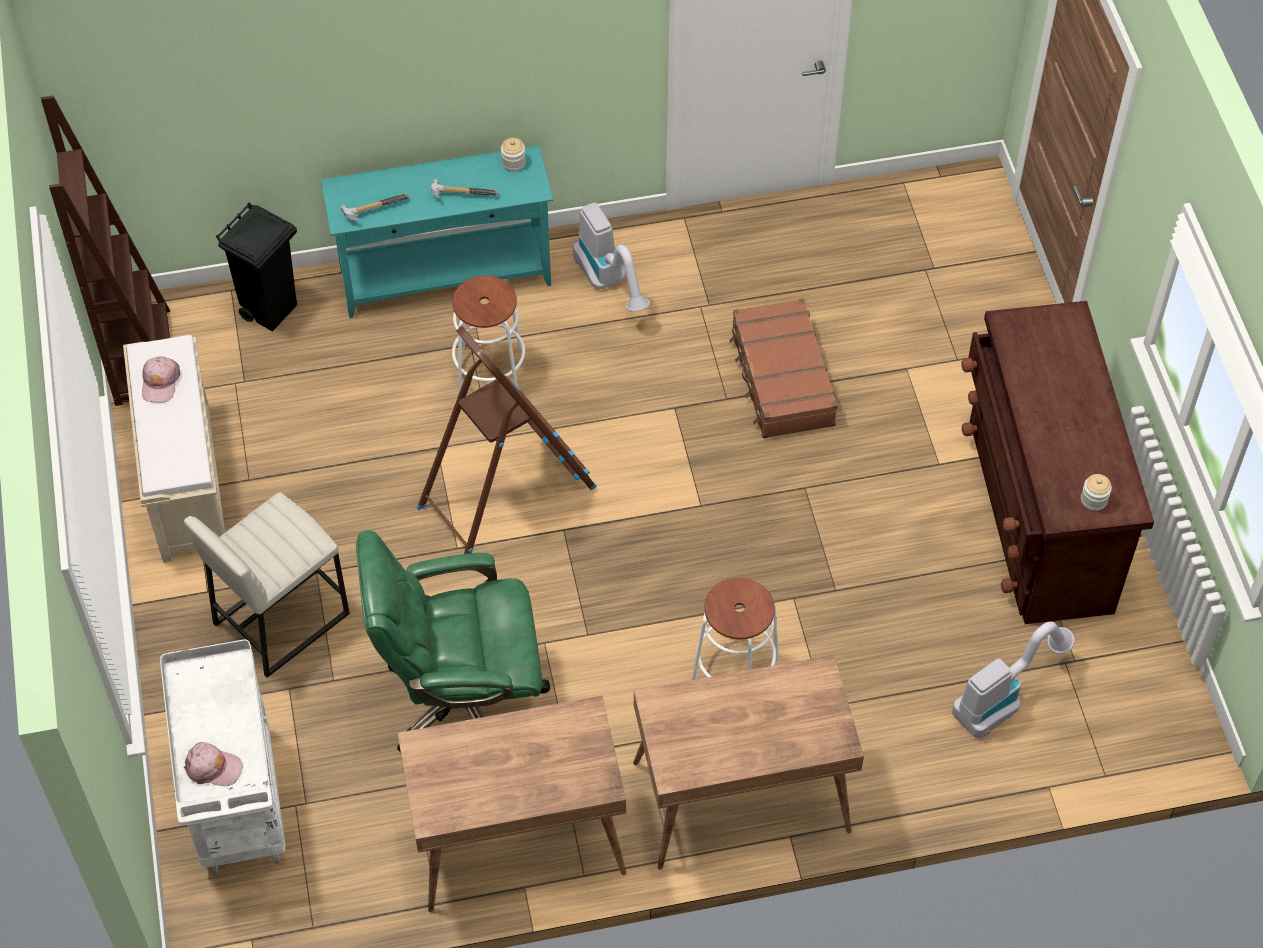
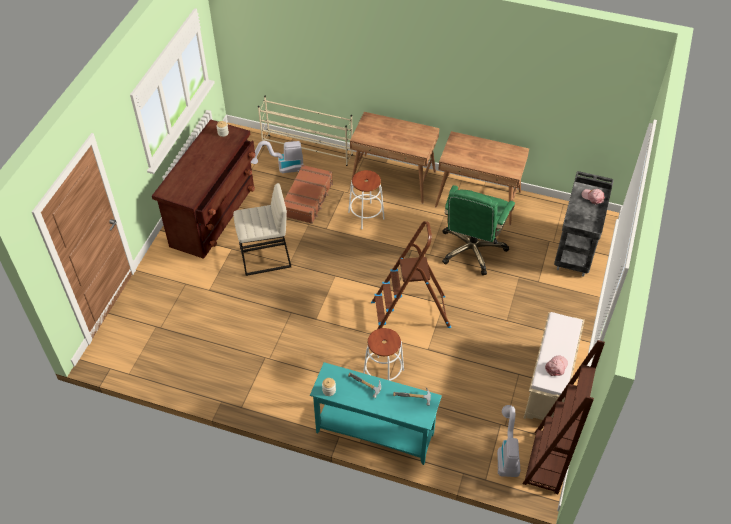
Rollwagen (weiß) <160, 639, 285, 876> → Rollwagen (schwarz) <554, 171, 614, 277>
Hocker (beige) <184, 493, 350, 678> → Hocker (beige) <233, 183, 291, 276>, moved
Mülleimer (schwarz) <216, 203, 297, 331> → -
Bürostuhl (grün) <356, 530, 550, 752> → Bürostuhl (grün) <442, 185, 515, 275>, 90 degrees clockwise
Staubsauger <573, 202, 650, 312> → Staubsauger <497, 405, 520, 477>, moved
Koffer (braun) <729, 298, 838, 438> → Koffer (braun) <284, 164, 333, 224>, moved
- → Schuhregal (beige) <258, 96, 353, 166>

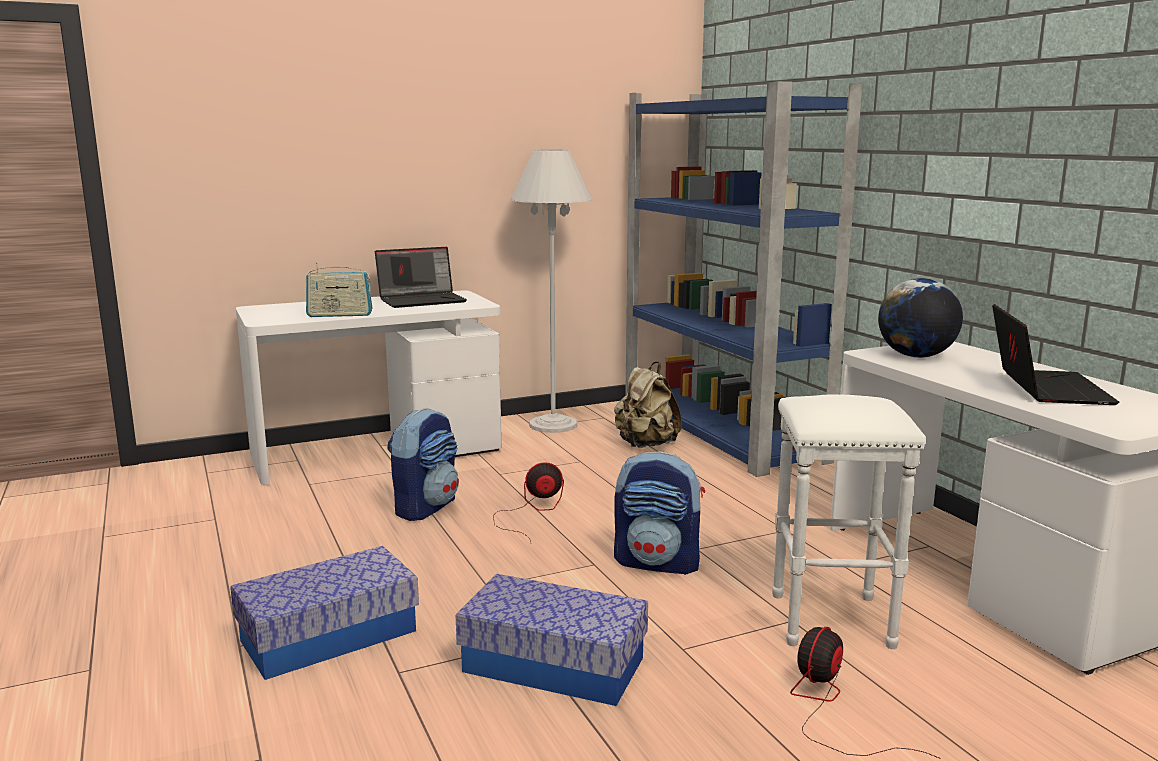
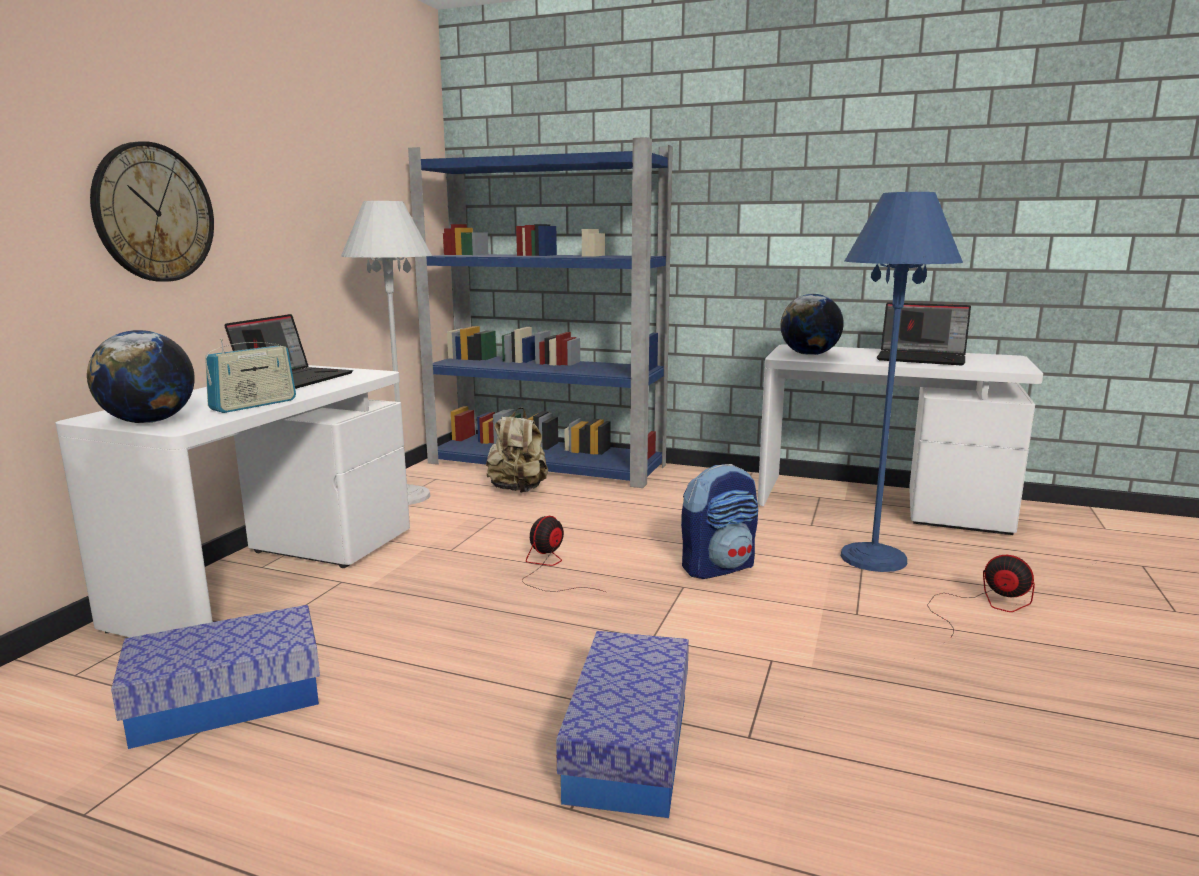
Rucksack <387, 408, 459, 521> → -
Aufbewahrungsbox <456, 574, 648, 706> → Aufbewahrungsbox <111, 605, 320, 749>, moved
Hocker (weiß) <772, 394, 926, 649> → Stehlampe (blau) <841, 192, 963, 572>
Ventilator <790, 627, 941, 759> → Ventilator <927, 555, 1035, 637>, 135 degrees clockwise
Laptop <992, 304, 1119, 405> → Laptop <877, 302, 971, 365>, 150 degrees clockwise
- → Globus <87, 330, 195, 423>
- → Wanduhr <90, 141, 214, 282>

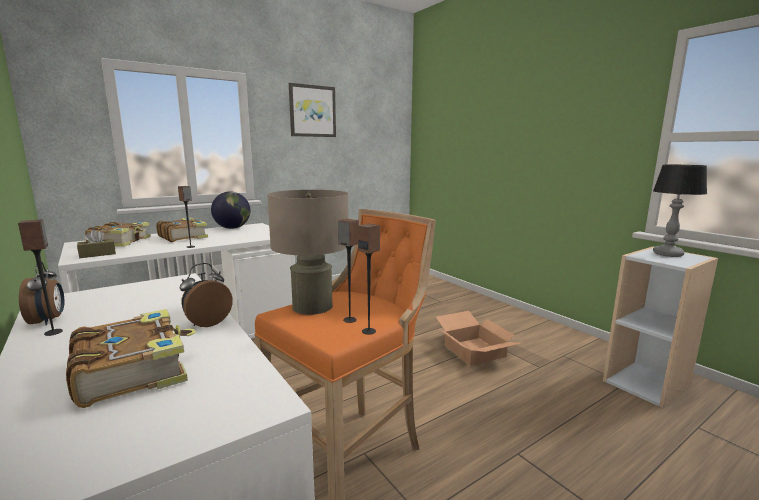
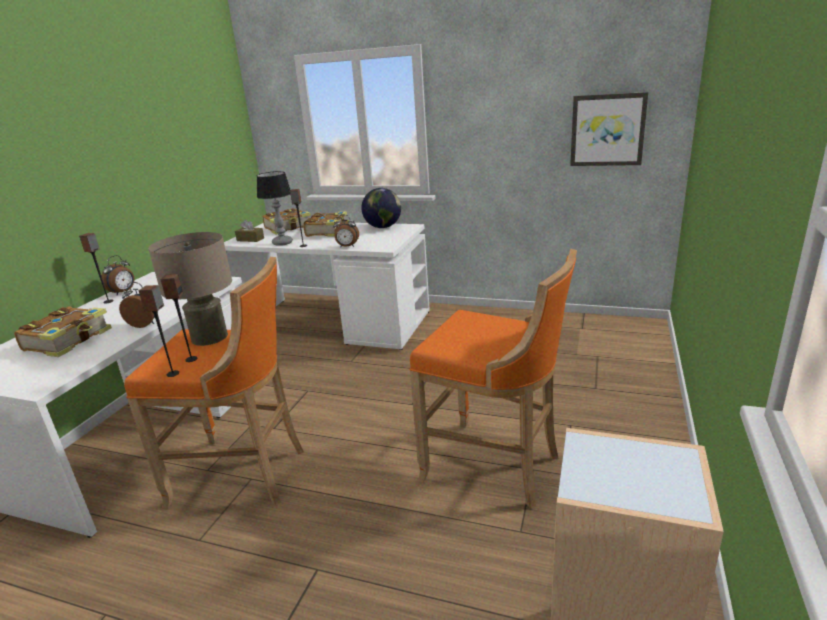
Bild <289, 83, 336, 137> → Bild <570, 92, 648, 166>, moved
Karton <436, 311, 521, 366> → Hocker (orange) <409, 249, 577, 509>
Tischlampe <653, 165, 707, 257> → Tischlampe <256, 171, 293, 246>, moved
- → Wecker <333, 215, 359, 247>

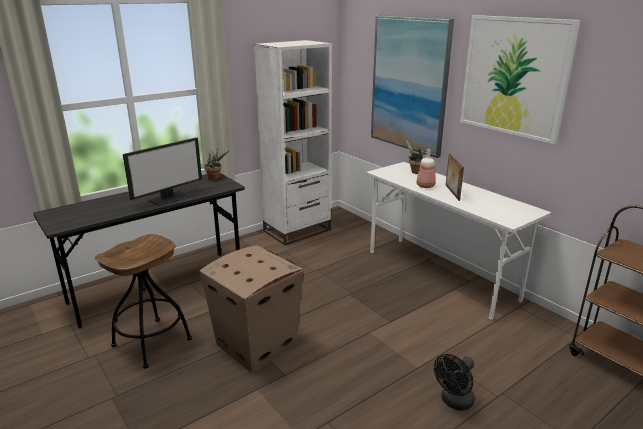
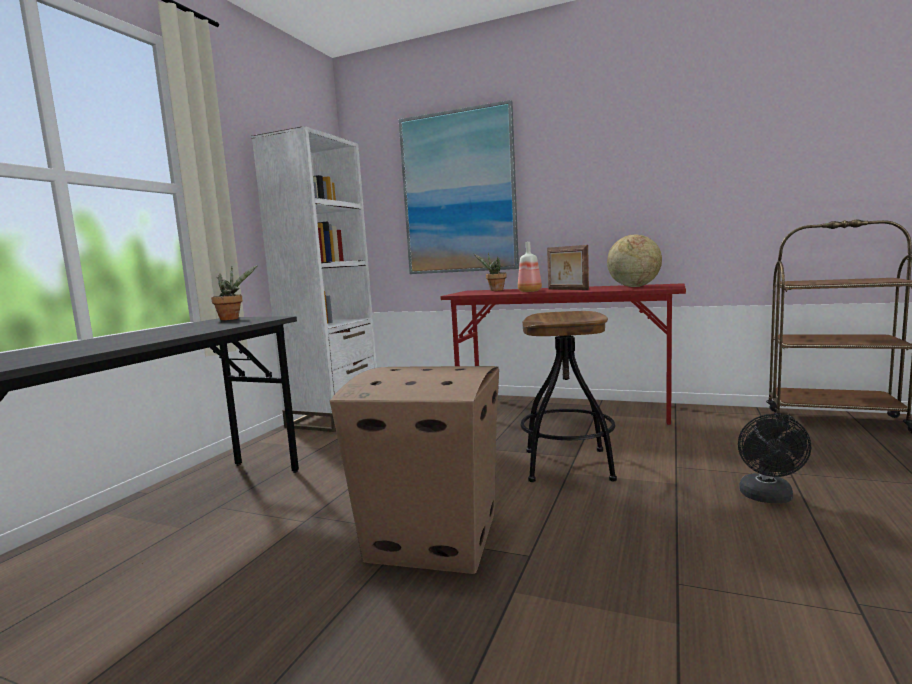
Hocker (braun) <95, 234, 192, 369> → Hocker (braun) <521, 311, 617, 482>, moved
Monitor <123, 137, 202, 206> → -
Schreibtisch (weiß) <366, 162, 551, 320> → Schreibtisch (rot) <440, 283, 686, 425>
Bild <460, 15, 580, 144> → -
- → Globus <607, 235, 662, 287>

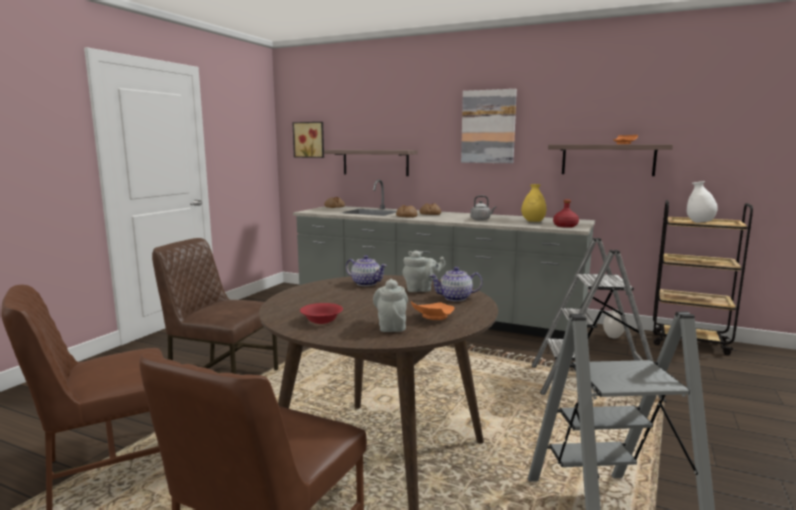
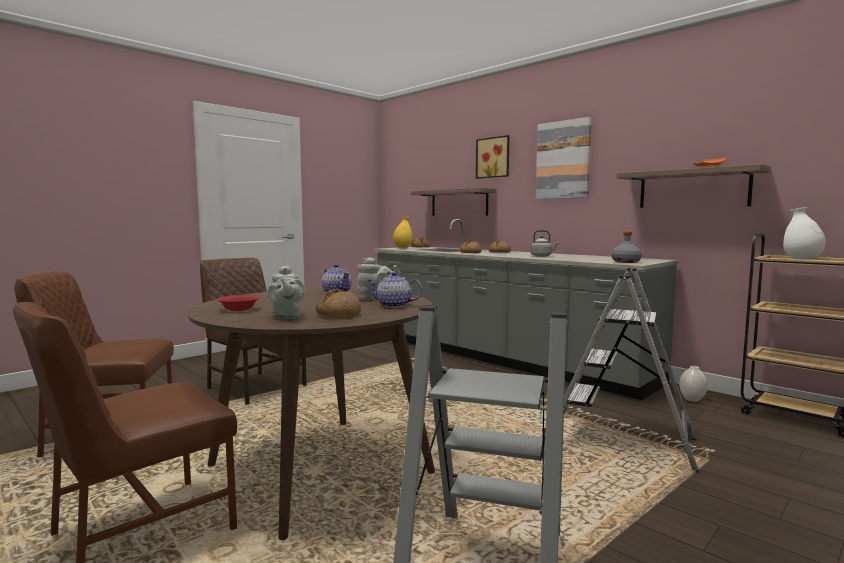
Bild <292, 122, 324, 158> → Bild <476, 135, 510, 179>, moved
Teekanne (grau) <373, 279, 408, 332> → Teekanne (grau) <267, 265, 305, 319>, 150 degrees clockwise
Teller (orange) <411, 301, 455, 320> → Brot <316, 289, 361, 318>
Vase (gelb) <521, 184, 546, 222> → Vase (gelb) <393, 217, 413, 248>, moved
Flasche (rot) <553, 199, 579, 228> → Flasche (grau) <612, 232, 642, 263>

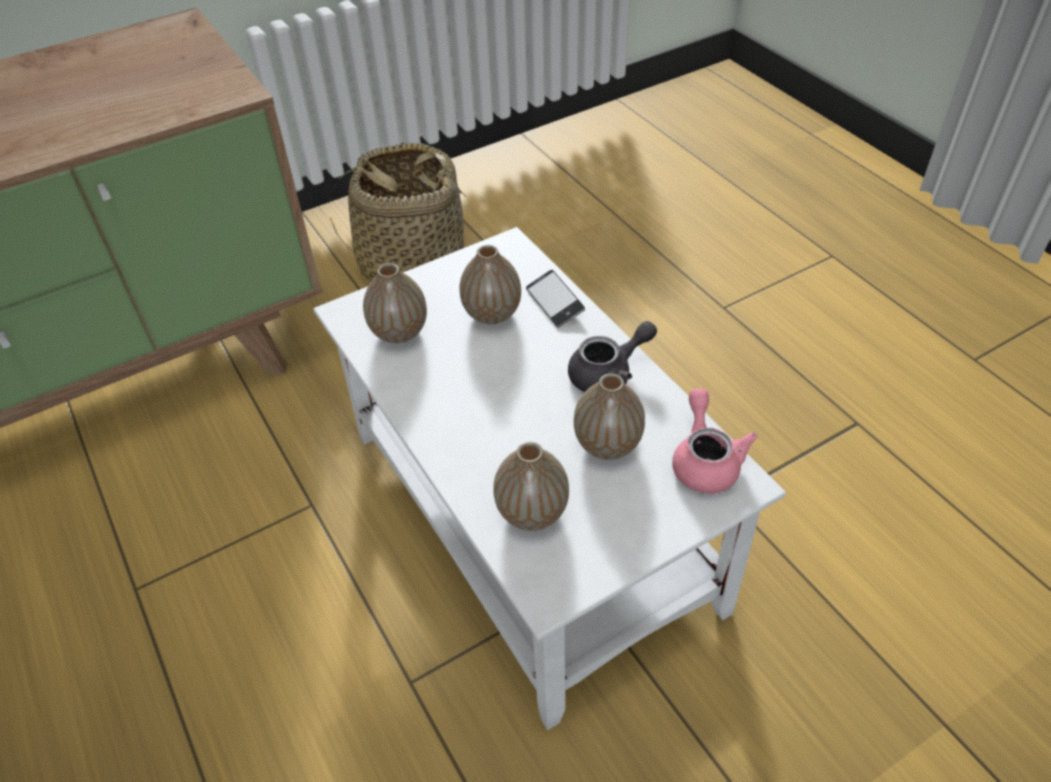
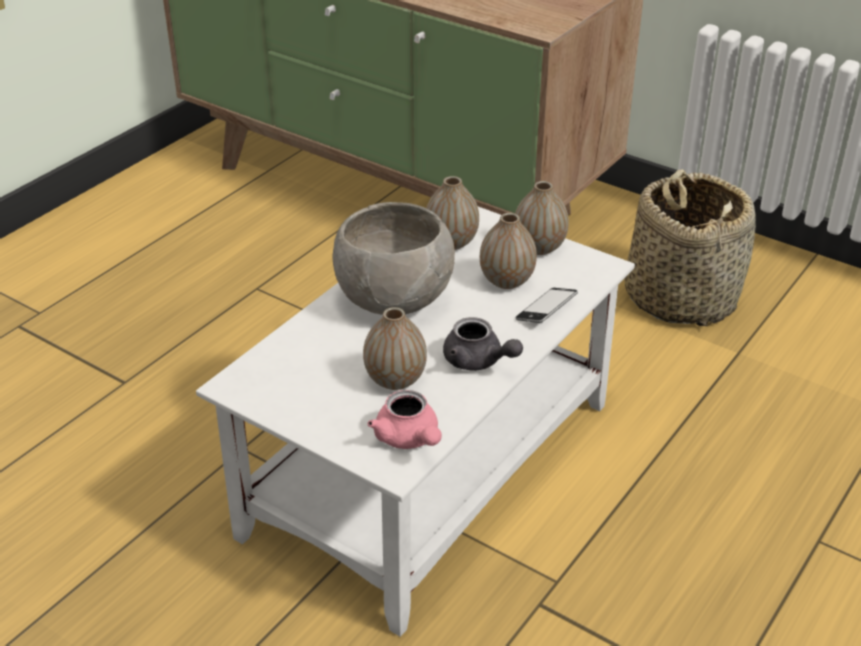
Vase <493, 442, 569, 531> → Vase <515, 181, 569, 255>, moved
Teekanne (rosa) <672, 388, 758, 494> → Teekanne (rosa) <368, 390, 442, 449>, 90 degrees clockwise
- → Schüssel (grau) <332, 202, 455, 315>

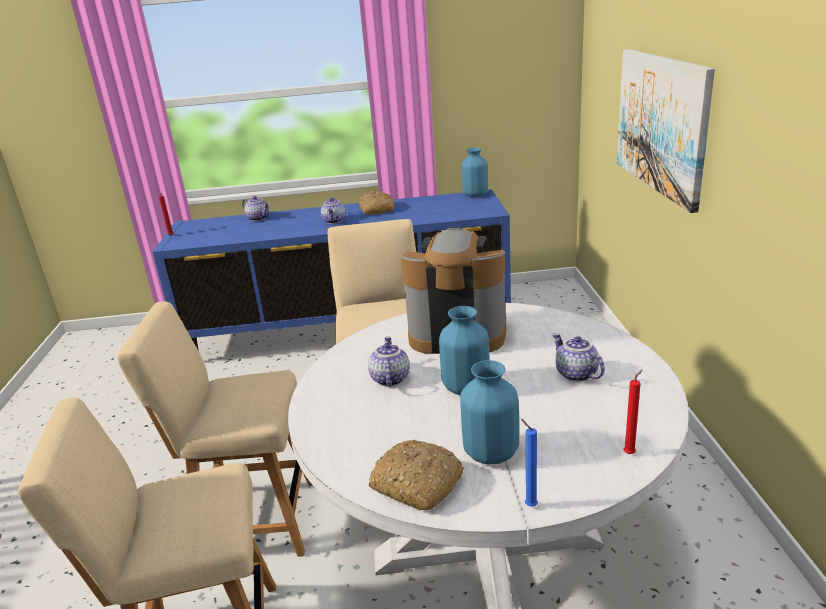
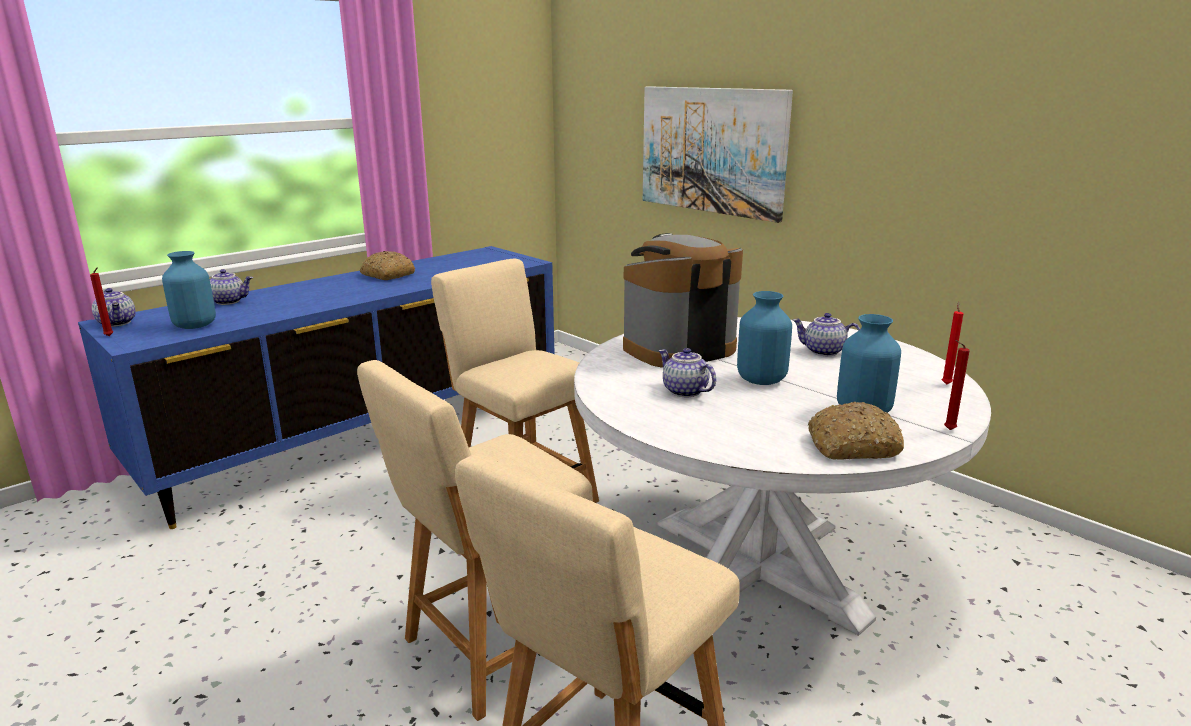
Teekanne <321, 198, 346, 224> → Teekanne <92, 288, 136, 327>, moved
Vase (blau) <461, 148, 488, 197> → Vase (blau) <162, 251, 216, 329>, moved
Kerze (blau) <521, 419, 538, 507> → Kerze (rot) <944, 340, 970, 430>

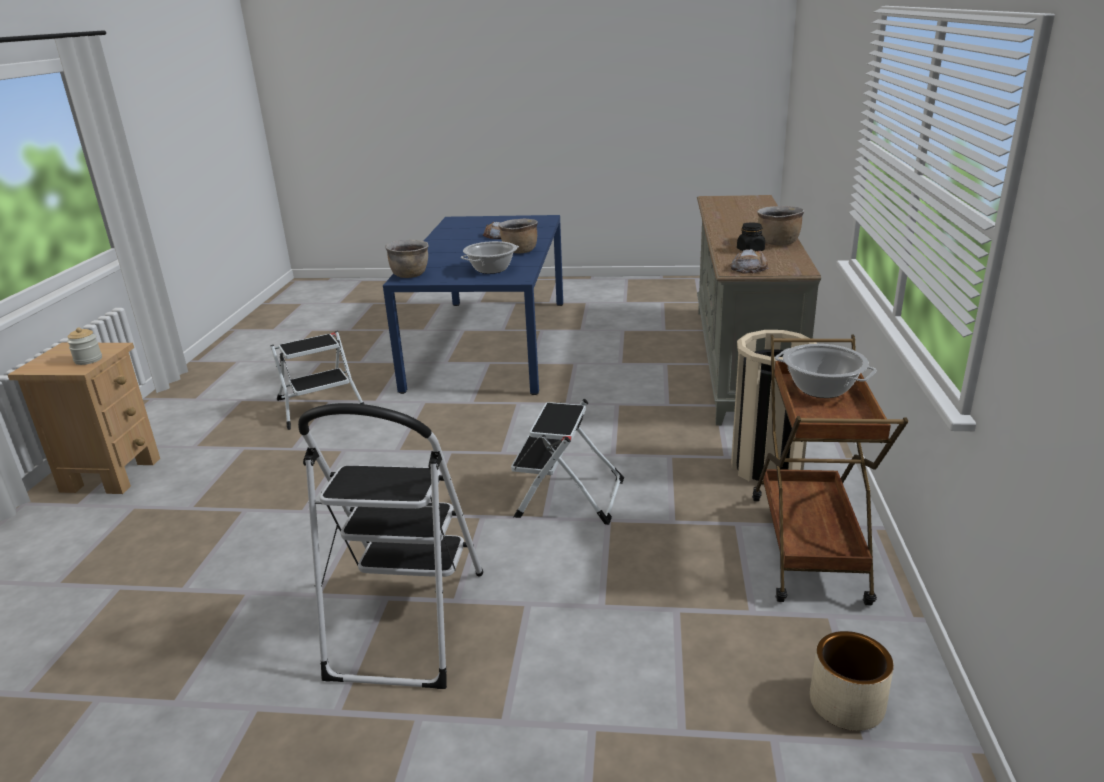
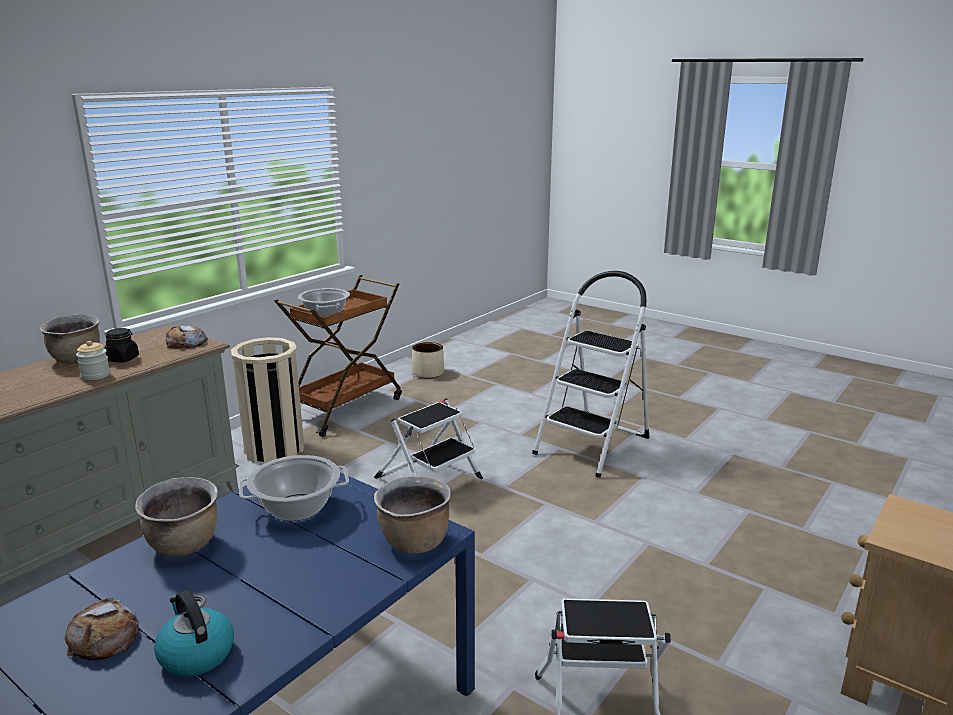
Vorratsglas <67, 327, 102, 365> → Vorratsglas <76, 341, 110, 380>, moved
- → Wasserkessel <154, 590, 234, 677>

